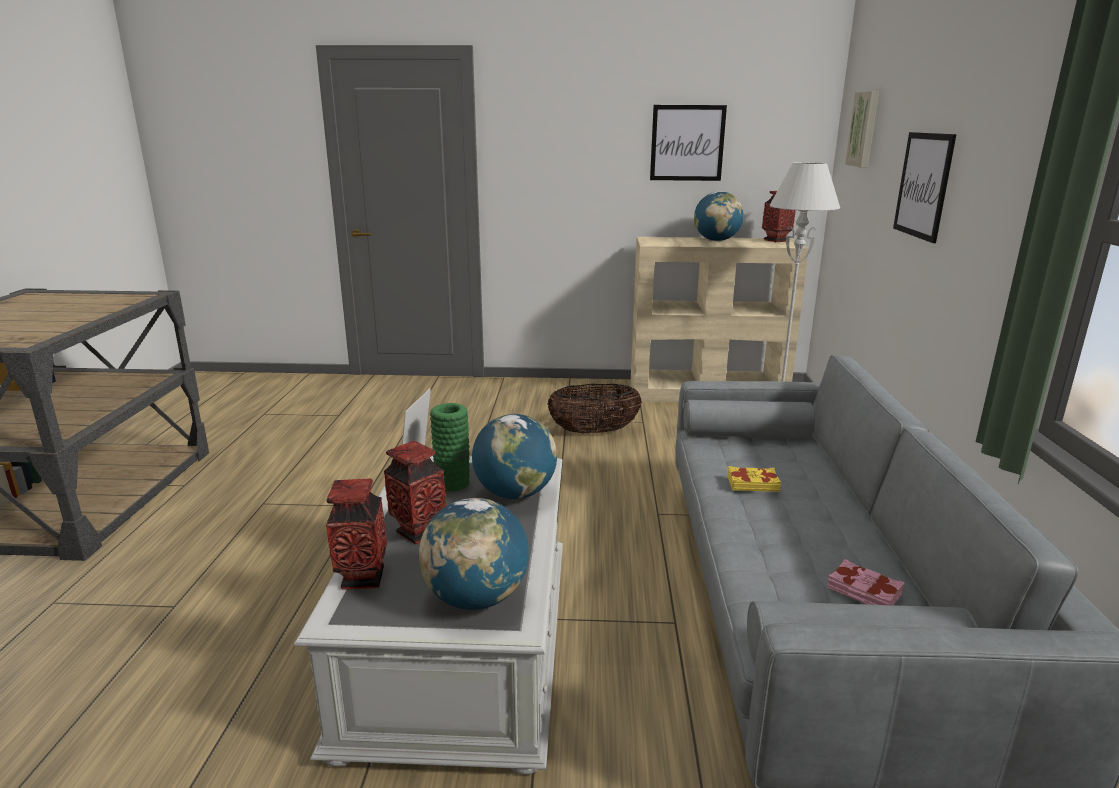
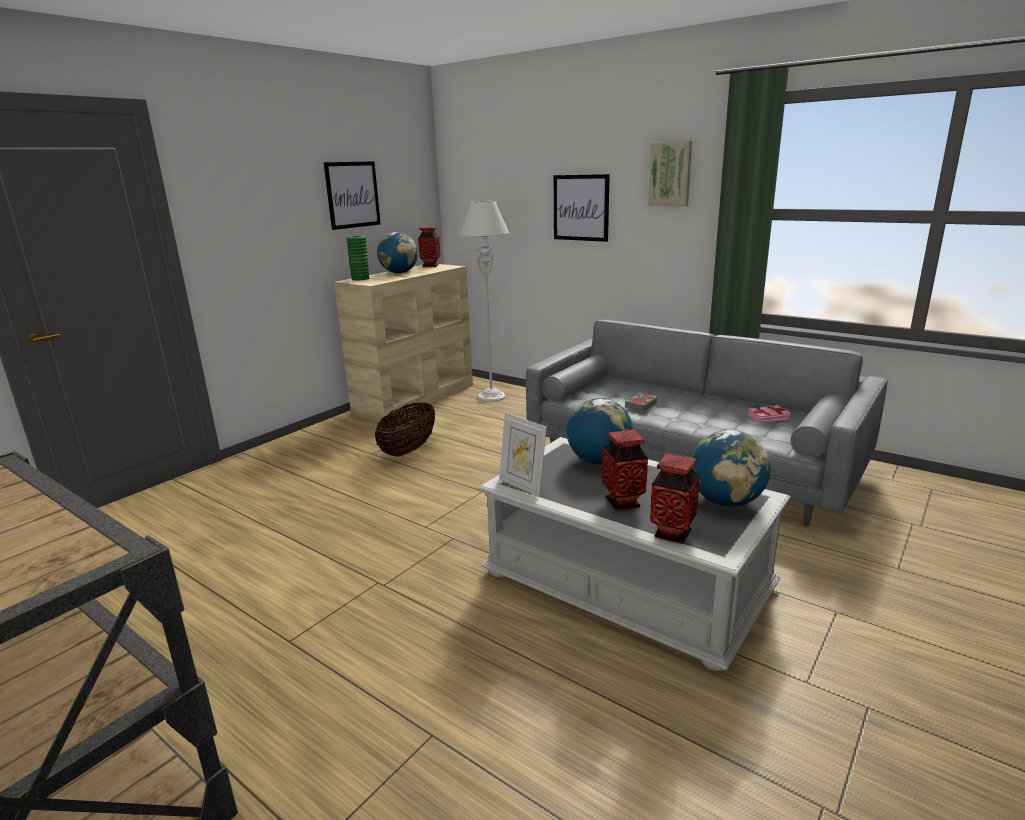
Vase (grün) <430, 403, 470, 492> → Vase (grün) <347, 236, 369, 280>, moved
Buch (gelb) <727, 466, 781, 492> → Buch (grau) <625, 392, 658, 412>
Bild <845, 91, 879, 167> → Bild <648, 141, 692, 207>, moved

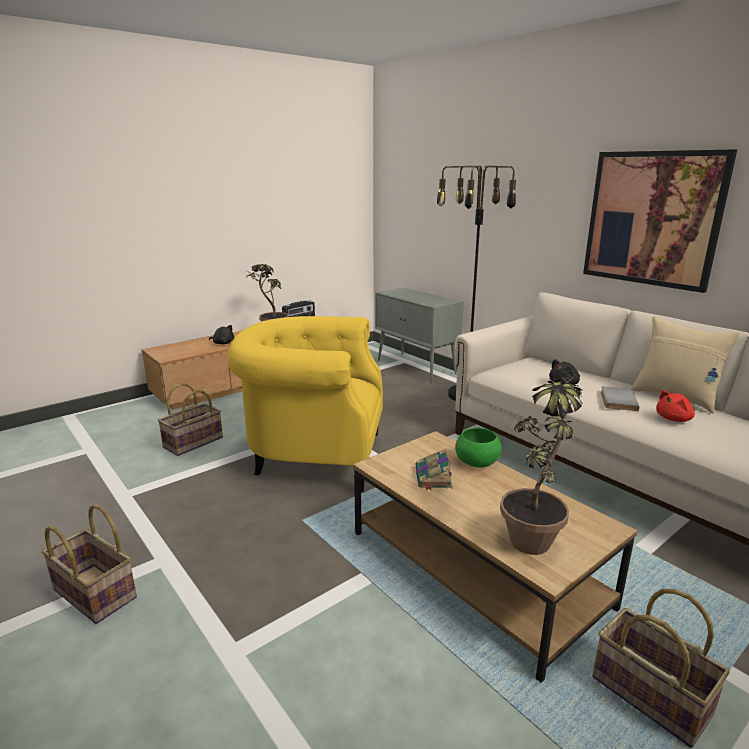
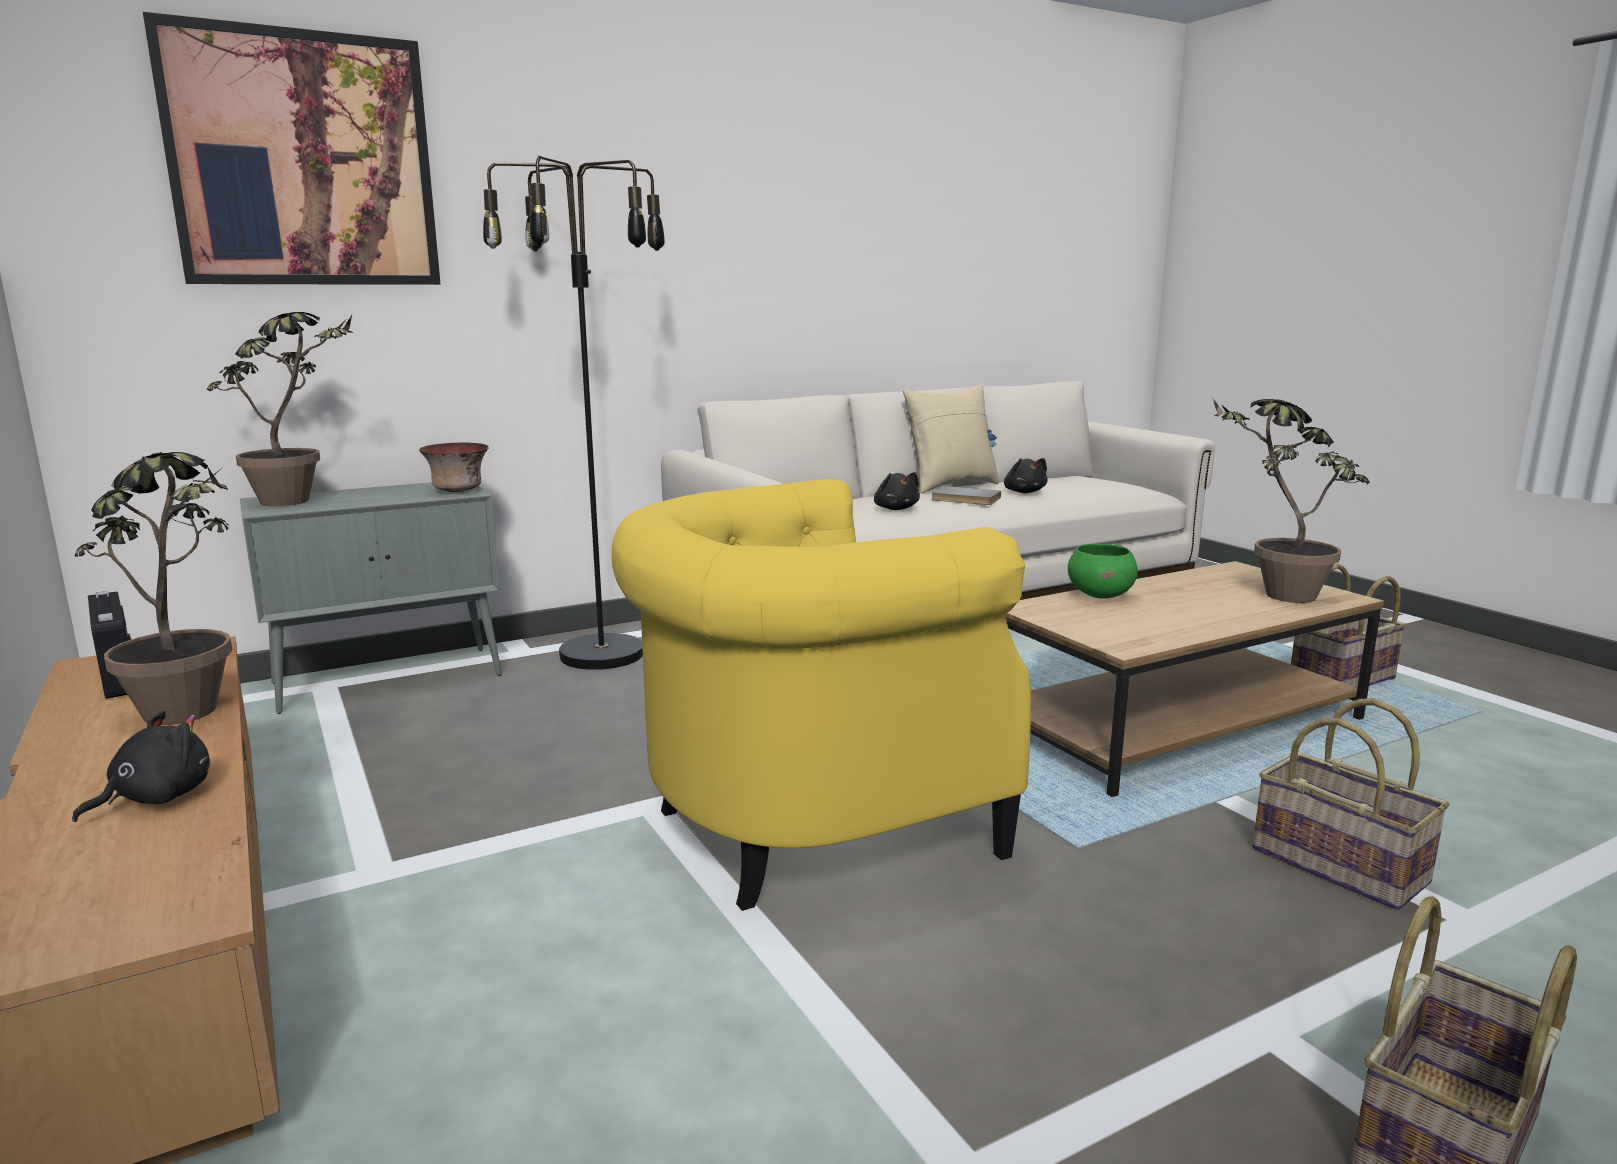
Korb <158, 383, 223, 456> → Korb <1252, 698, 1449, 910>, moved
Sessel (gelb) <228, 316, 383, 492> → Sessel (gelb) <612, 479, 1031, 911>, 45 degrees clockwise
Buch <415, 449, 453, 490> → -
Bild <583, 149, 737, 293> → Bild <143, 12, 441, 285>, moved
Plüschtier (rot) <656, 390, 695, 422> → Plüschtier (schwarz) <1004, 458, 1047, 493>
- → Topfpflanze <207, 312, 353, 506>
- → Schüssel <419, 443, 489, 492>

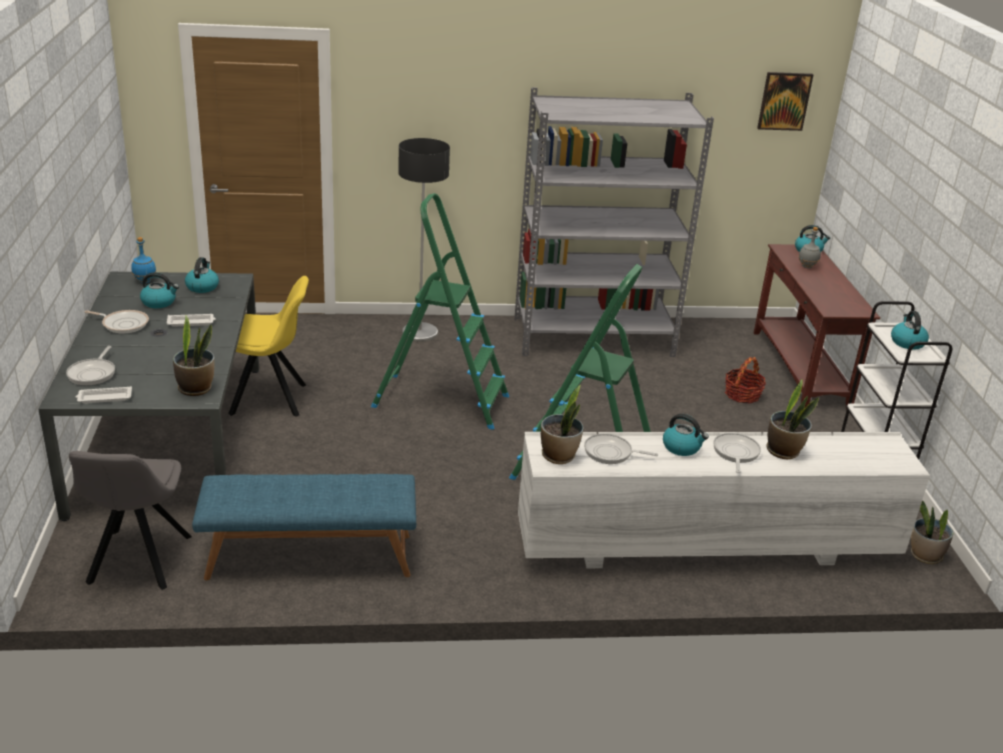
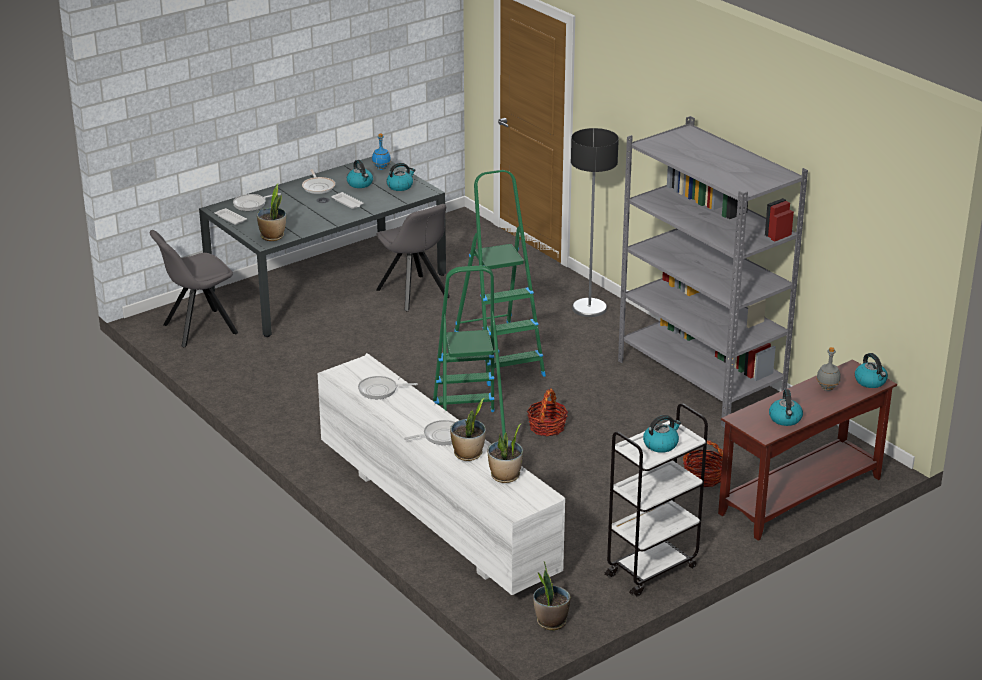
Bank (blau) <192, 474, 416, 581> → -
Stuhl (gelb) <228, 276, 309, 417> → Stuhl (grau) <376, 204, 450, 311>
Topfpflanze <541, 385, 583, 464> → Topfpflanze <487, 424, 523, 483>, moved
Pfanne <584, 434, 658, 464> → Pfanne <358, 376, 418, 399>, 75 degrees counterclockwise
Wasserkessel <663, 414, 709, 456> → Wasserkessel <769, 389, 803, 426>, moved
Bild <757, 72, 813, 131> → -
- → Korb <527, 388, 568, 436>

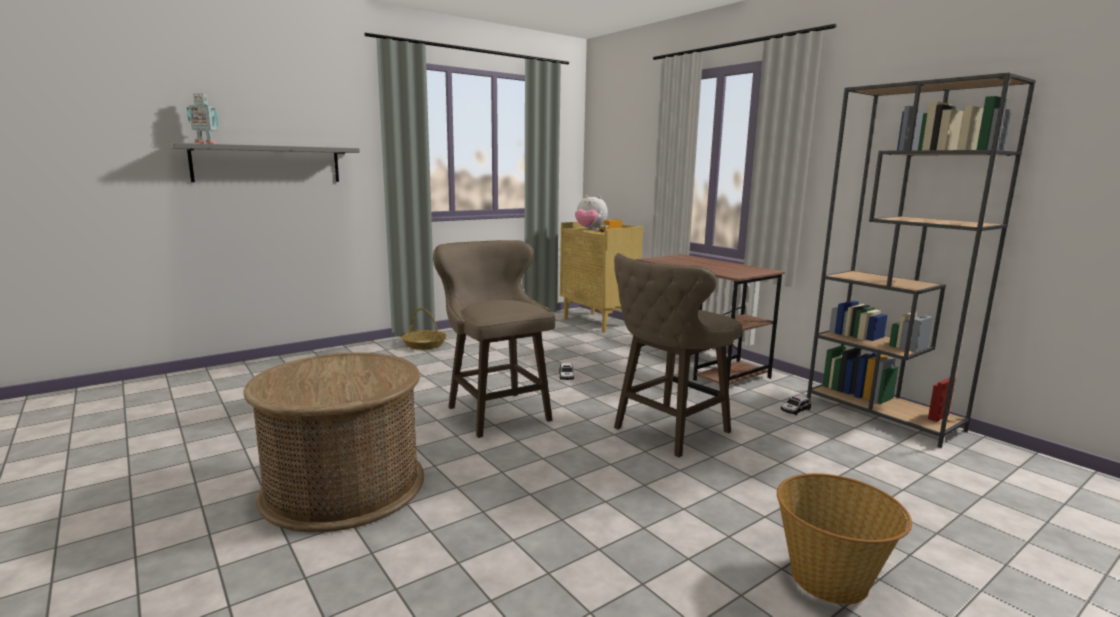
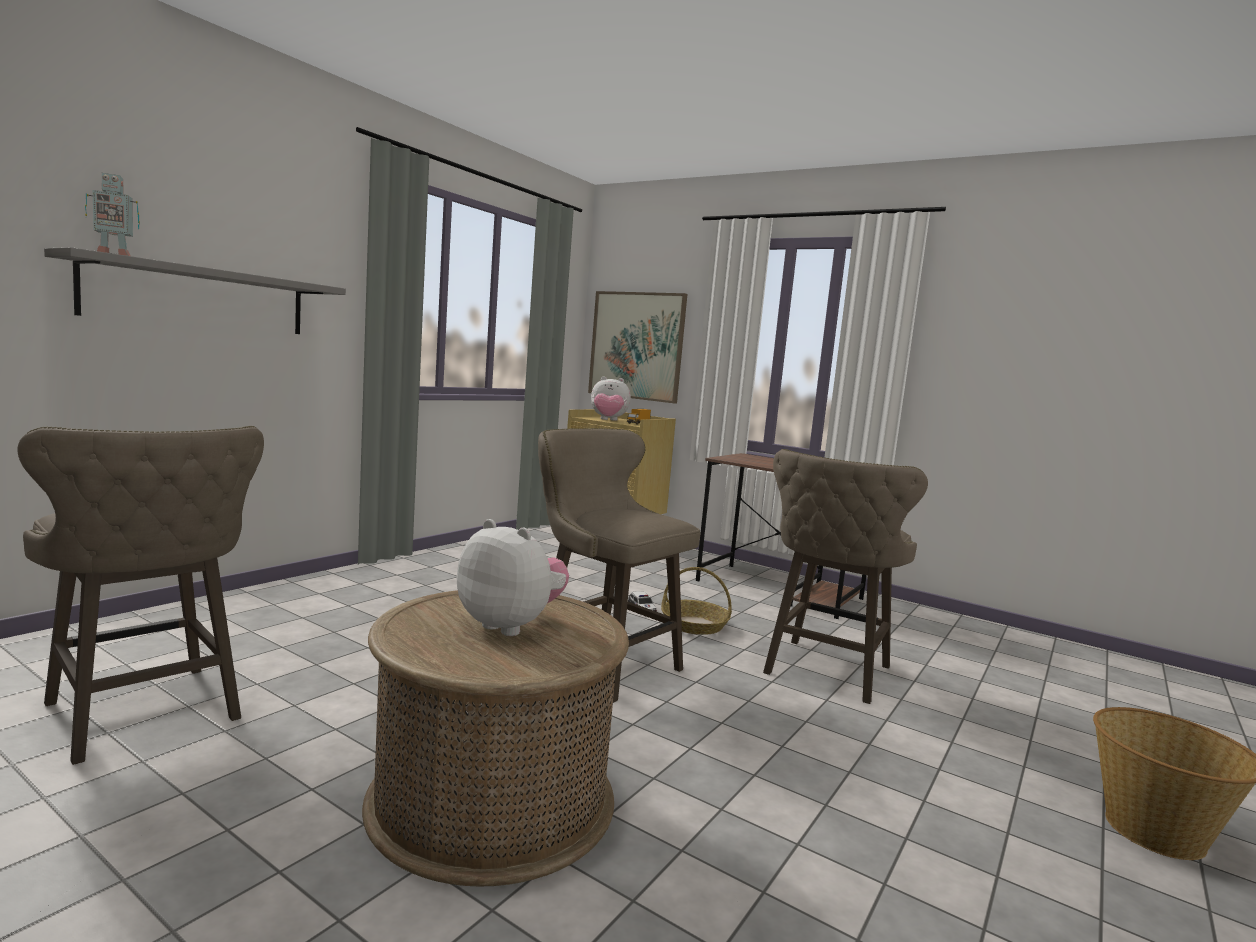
Korb <402, 308, 447, 350> → Korb <661, 567, 732, 635>, moved
Spielzeugauto <781, 395, 811, 415> → -
Bücherregal <807, 73, 1036, 448> → -
- → Hocker (beige) <17, 426, 264, 765>
- → Plüschtier <457, 519, 569, 636>
- → Bild <588, 291, 687, 403>

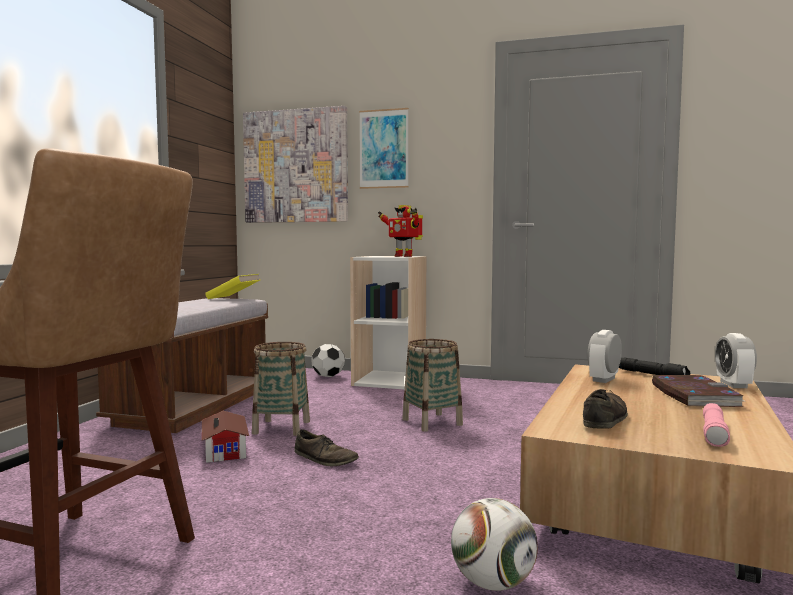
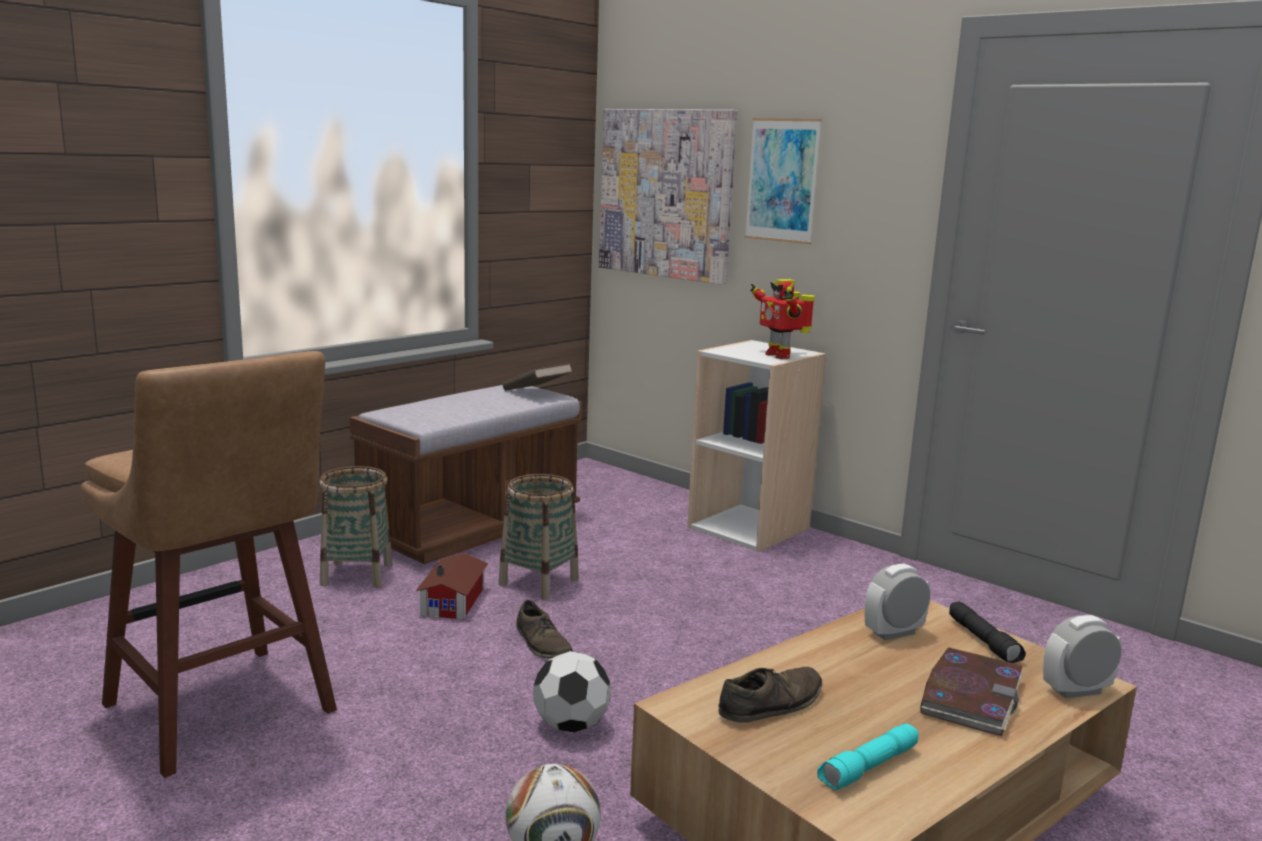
Buch (gelb) <205, 274, 260, 299> → Buch (braun) <503, 363, 573, 391>
Fußball <311, 344, 345, 377> → Fußball <533, 651, 611, 732>, moved
Korb <402, 339, 463, 432> → Korb <319, 466, 393, 588>, moved
Taschenlampe (rosa) <703, 403, 730, 447> → Taschenlampe (türkis) <817, 723, 918, 791>
Wecker <715, 333, 757, 388> → Wecker <1043, 615, 1122, 698>, 45 degrees clockwise

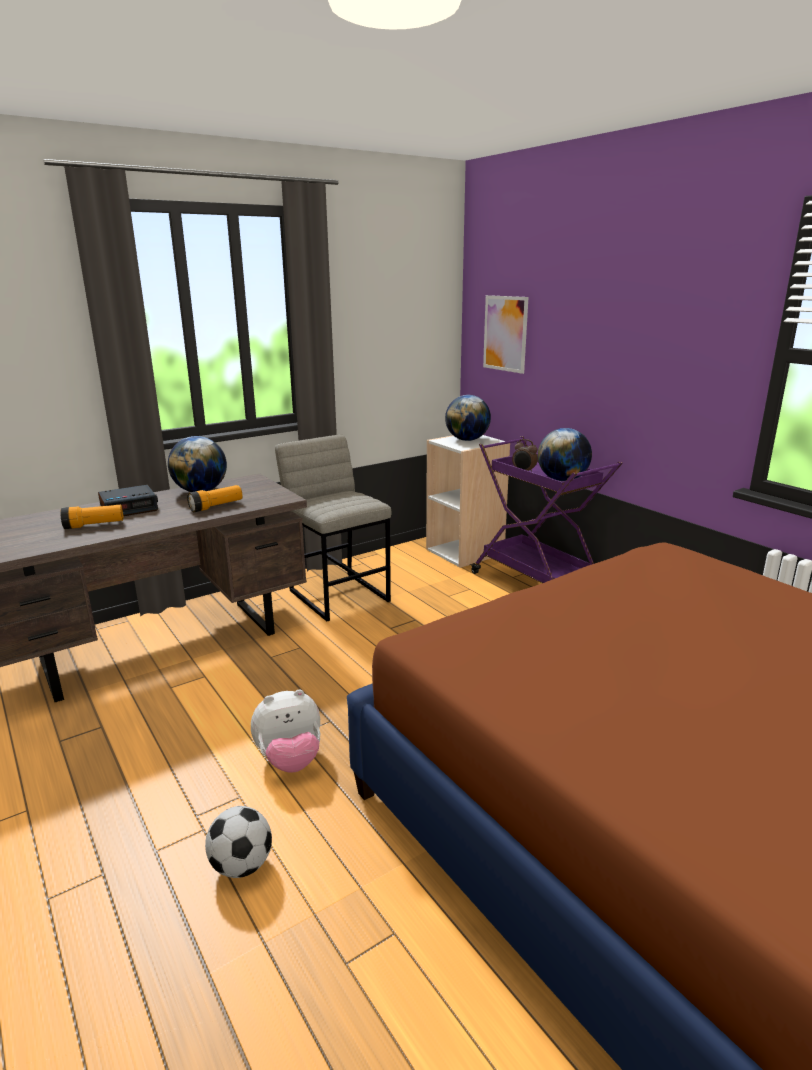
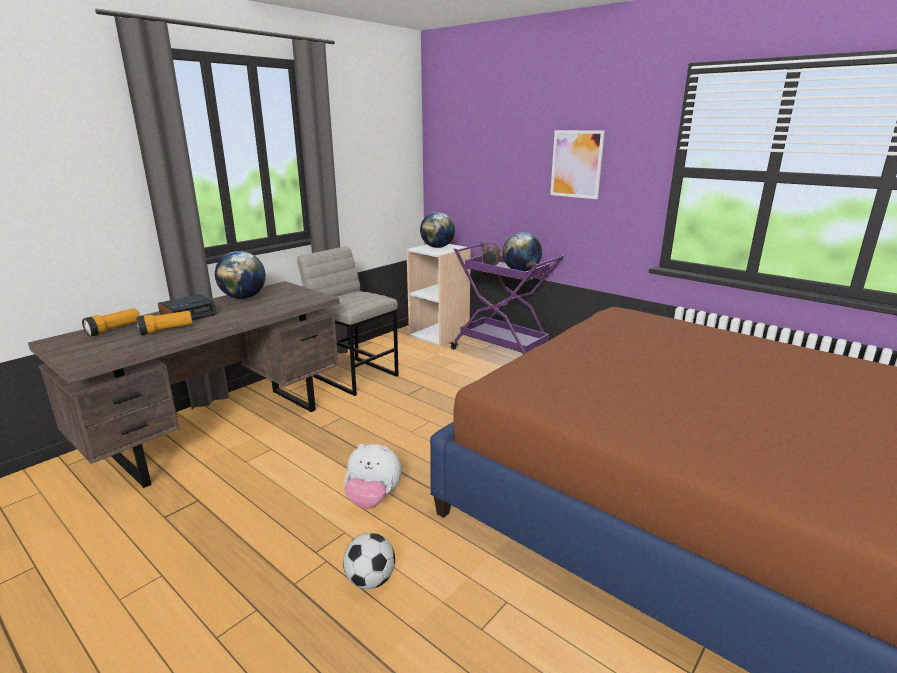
Taschenlampe <187, 485, 242, 512> → Taschenlampe <82, 308, 140, 337>, moved
Plüschtier <251, 689, 321, 773> → Plüschtier <344, 444, 402, 509>, 45 degrees clockwise
Bild <483, 295, 529, 374> → Bild <550, 130, 605, 199>, moved

